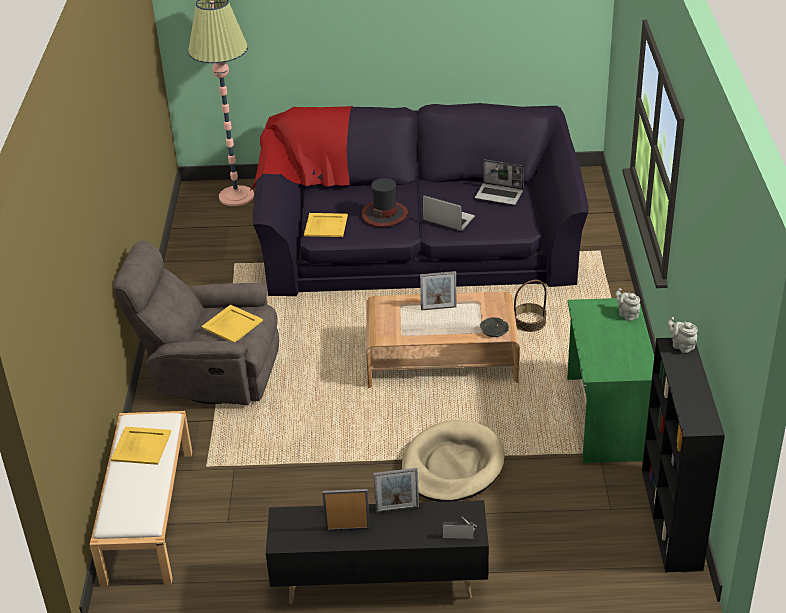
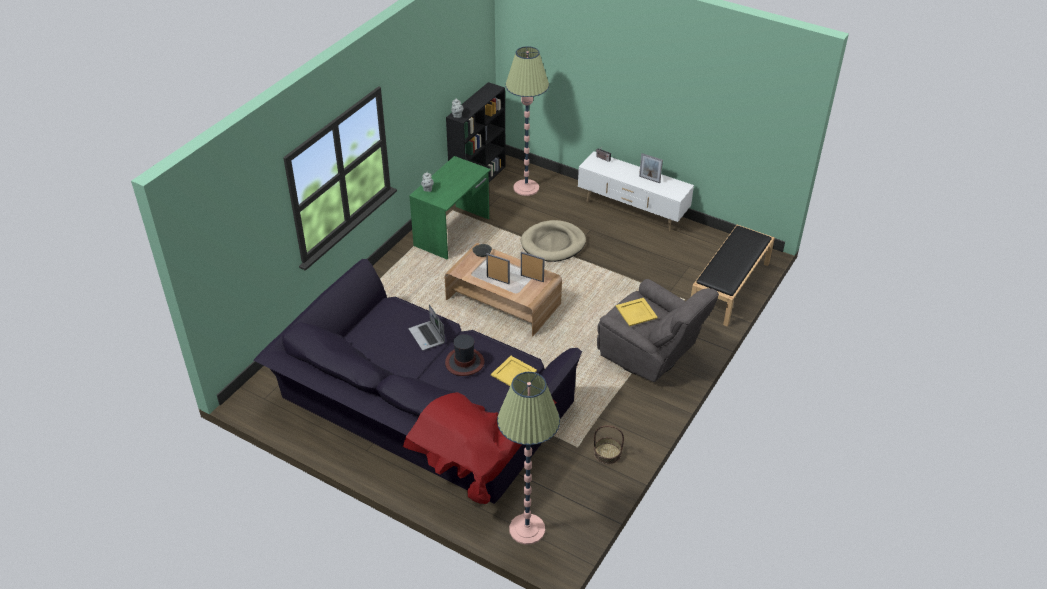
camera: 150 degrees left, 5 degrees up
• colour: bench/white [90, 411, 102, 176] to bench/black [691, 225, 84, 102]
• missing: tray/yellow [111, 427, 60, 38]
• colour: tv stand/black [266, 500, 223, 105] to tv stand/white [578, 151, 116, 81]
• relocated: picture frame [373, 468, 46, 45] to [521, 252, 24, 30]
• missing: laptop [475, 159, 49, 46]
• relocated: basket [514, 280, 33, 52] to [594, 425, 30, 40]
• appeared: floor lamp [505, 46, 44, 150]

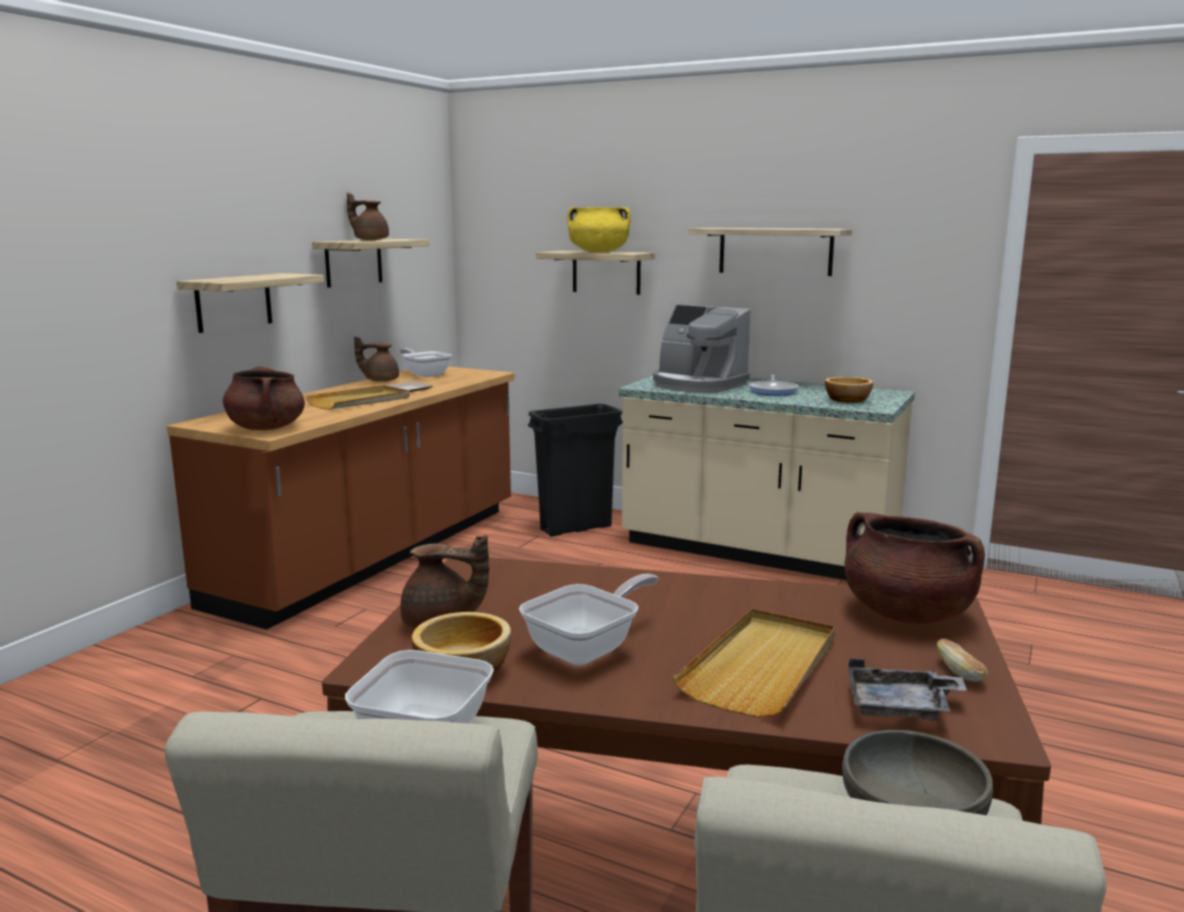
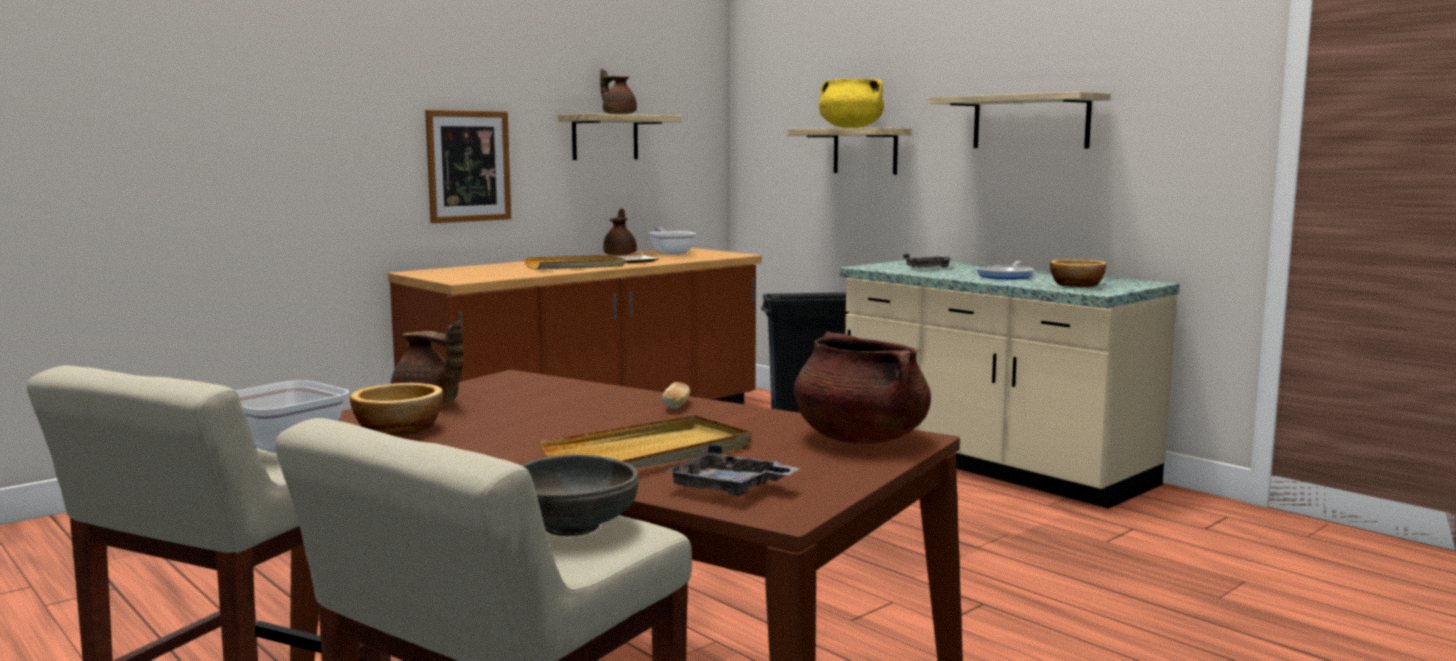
camera: 20 degrees right, 5 degrees down
• exchanged: shelf [177, 273, 147, 60] to picture [425, 110, 86, 113]
• missing: cooking pot/brown [223, 367, 82, 63]
• spun: teapot/brown [354, 336, 45, 46] = [603, 209, 34, 47] 75 degrees clockwise
• missing: frying pan [519, 574, 139, 92]
• exchanged: coffee machine [653, 305, 97, 88] to tray/grey [903, 254, 51, 14]
• relocated: bread [937, 639, 51, 43] to [662, 382, 28, 27]

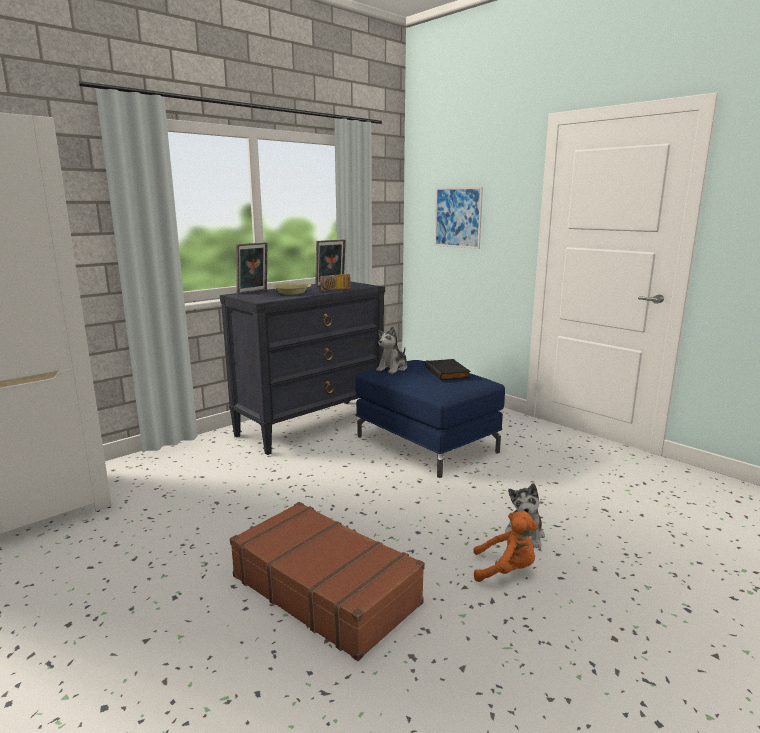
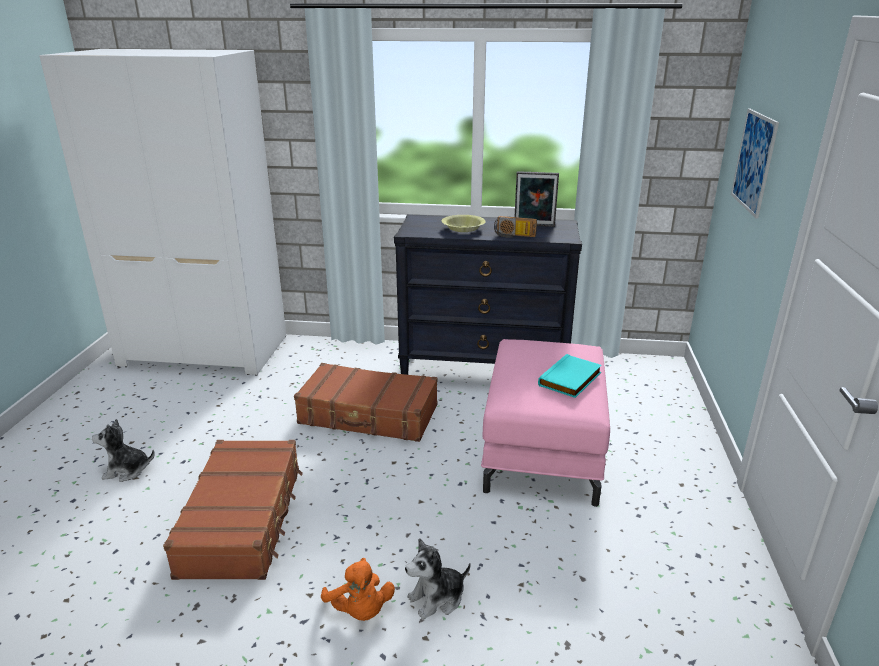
camera: 50 degrees right, 10 degrees up
• missing: picture frame [236, 242, 32, 52]
• colour: ottoman/blue [355, 360, 150, 118] to ottoman/pink [481, 339, 129, 168]
• relocated: plush toy [376, 326, 31, 48] to [92, 419, 63, 63]
• colour: book/black [425, 359, 45, 22] to book/turquoise [538, 354, 64, 44]
• appeared: suitcase/brown [294, 363, 143, 79]

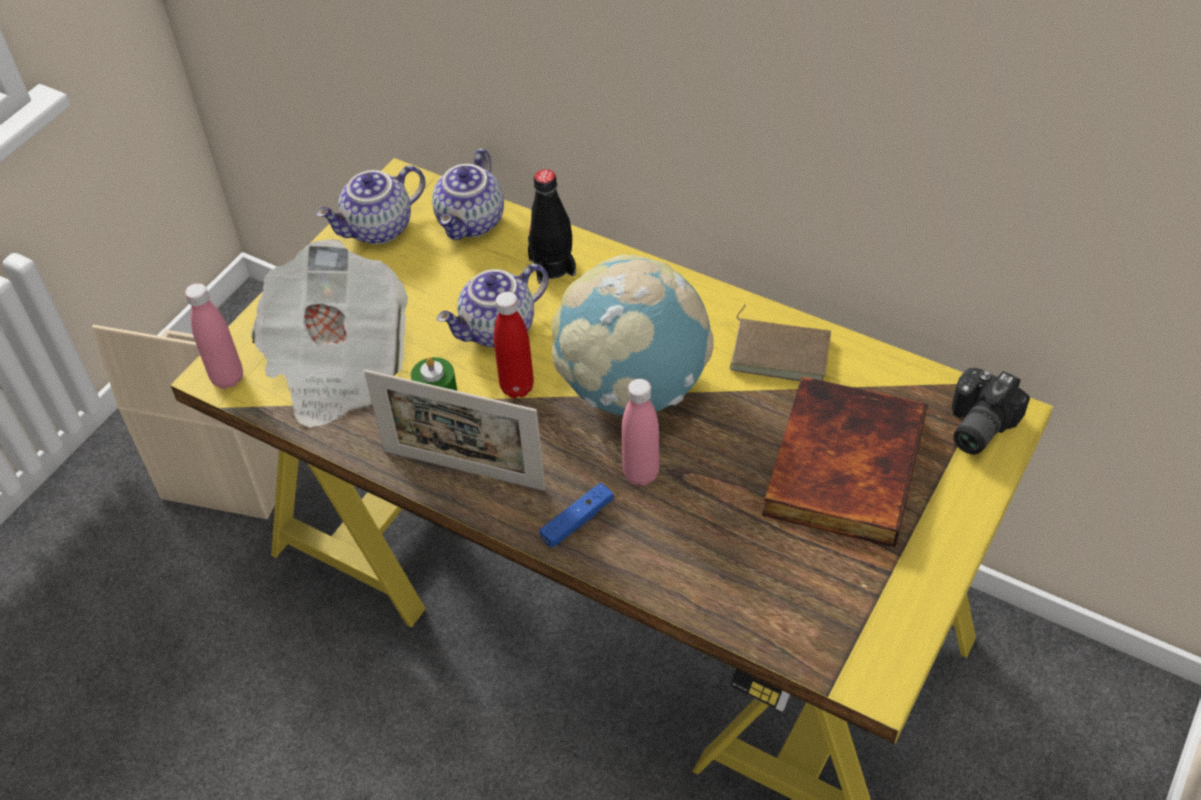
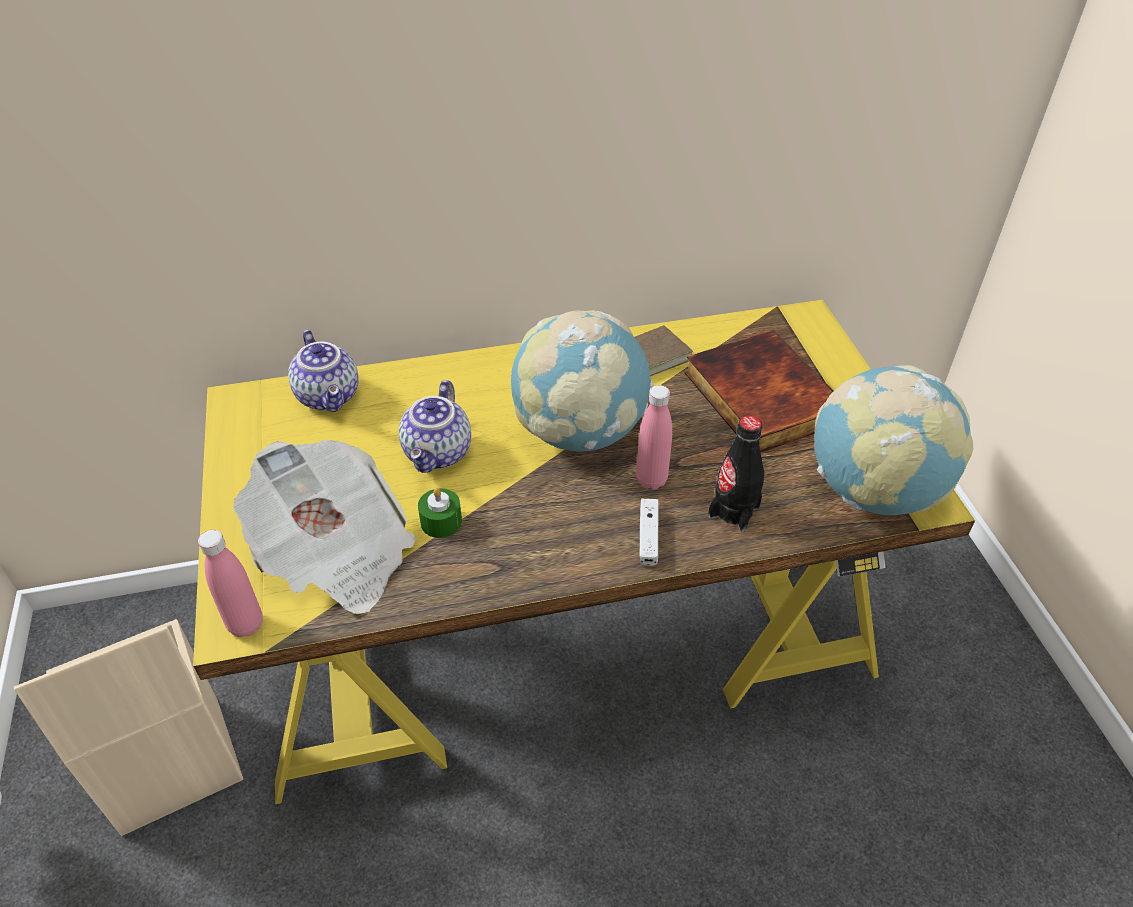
camera: 45 degrees left, 5 degrees down
• missing: teapot [316, 165, 109, 79]
• missing: picture frame [364, 370, 181, 121]
• missing: bottle/red [494, 292, 40, 106]
• relocated: bottle/black [528, 169, 48, 115] to [708, 415, 56, 117]
• colour: game controller/blue [539, 483, 75, 65] to game controller/white [639, 498, 20, 68]
• missing: photo camera [951, 368, 79, 87]
• appeared: globe [814, 365, 159, 150]

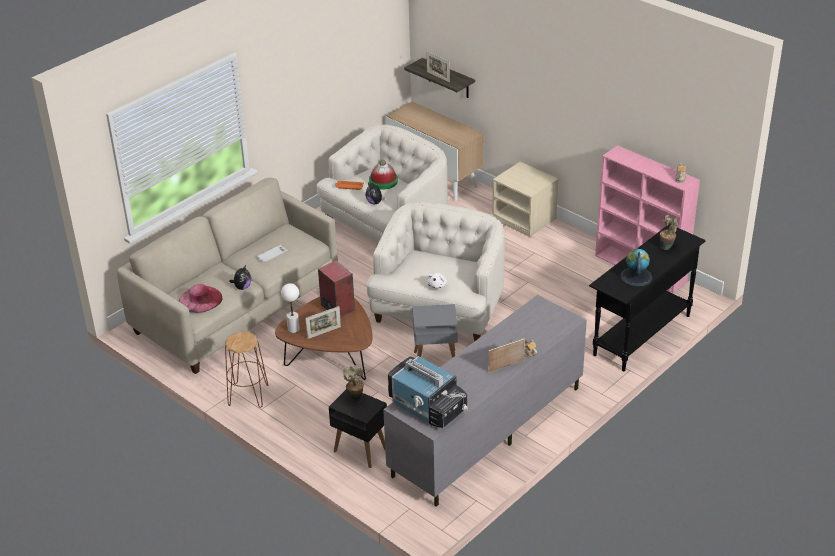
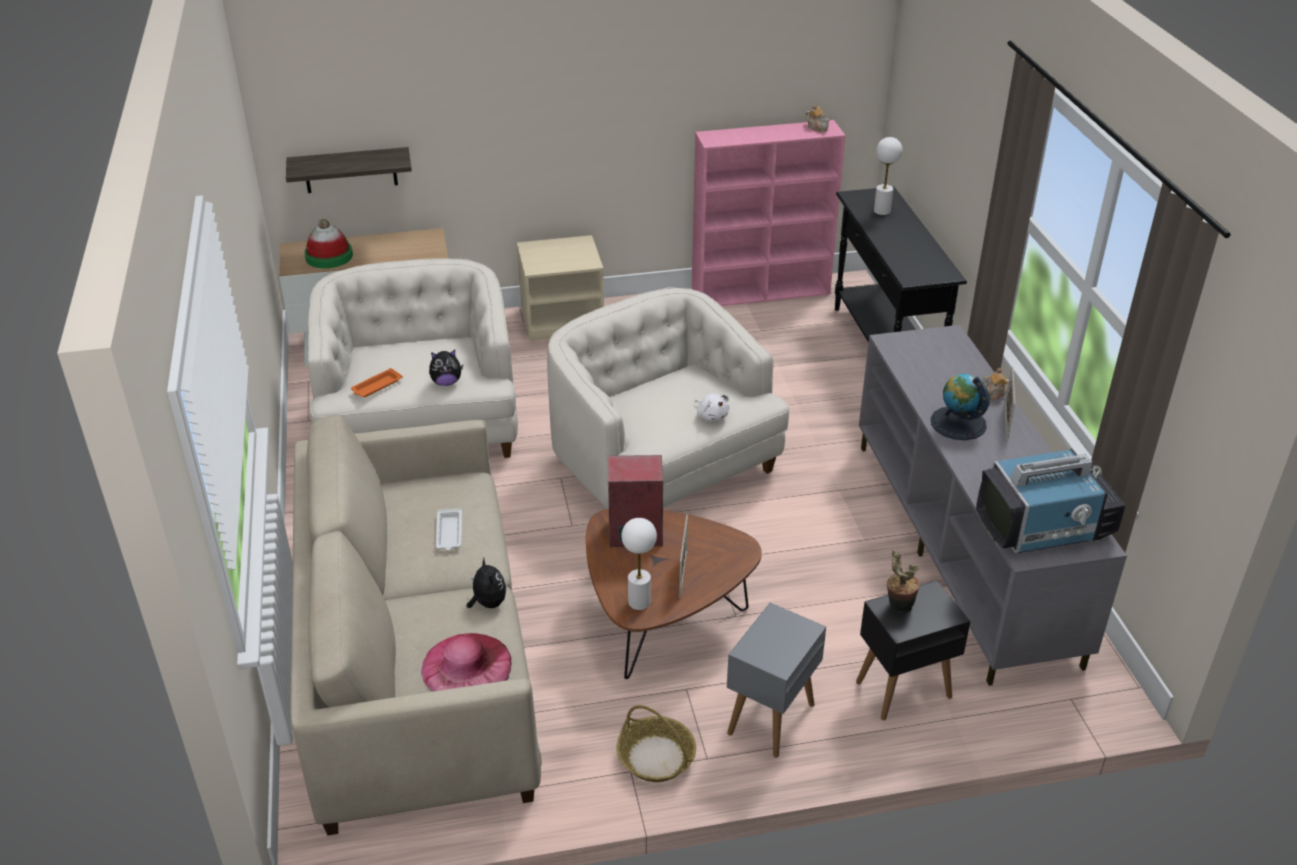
camera: 55 degrees left, 0 degrees up
• exchanged: stool/brown [225, 332, 44, 76] to basket [616, 705, 80, 77]
• relocated: hat [369, 160, 29, 30] to [304, 219, 49, 49]
• relocated: side table/grey [412, 304, 46, 54] to [727, 603, 99, 155]
• missing: picture frame [426, 51, 24, 31]
• relocated: globe [620, 249, 33, 38] to [931, 374, 59, 66]
• exchanged: potted plant [660, 215, 18, 35] to table lamp/white [874, 137, 29, 78]

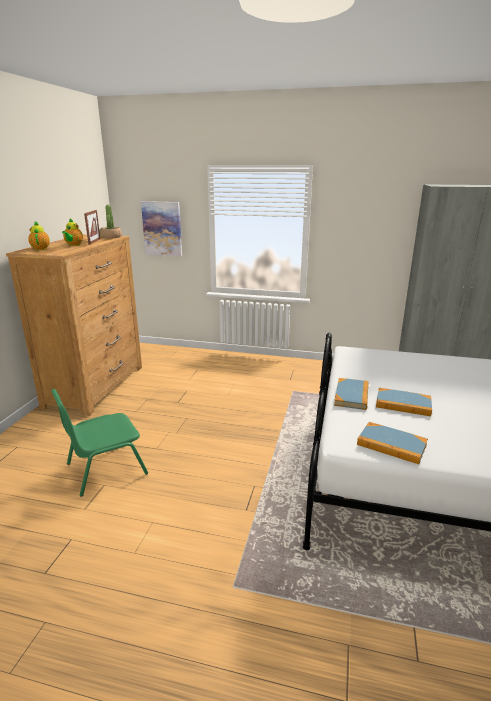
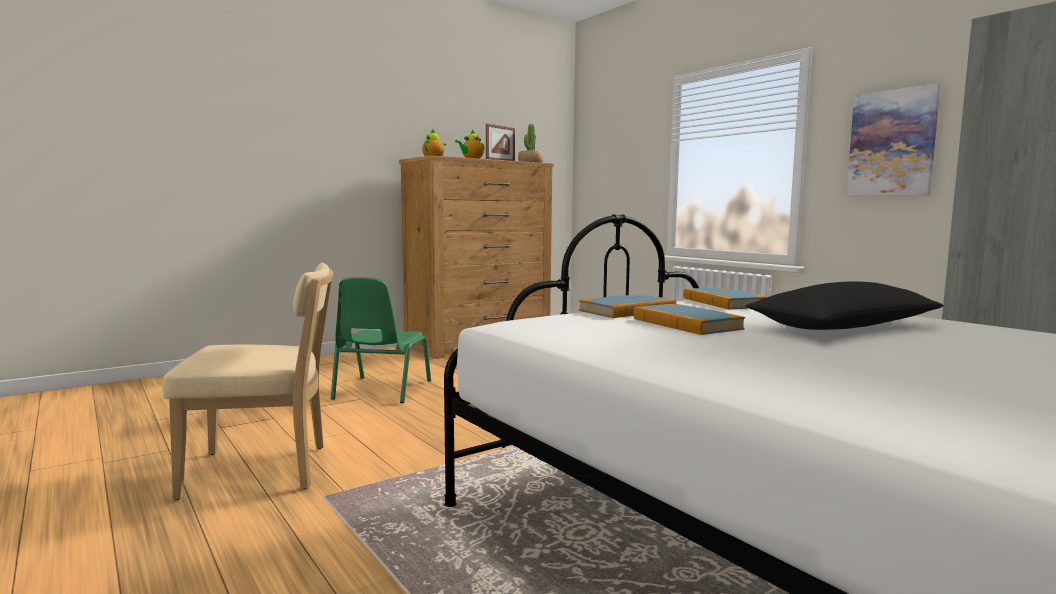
camera: 40 degrees right, 15 degrees down
• spun: chair/green [51, 389, 97, 107] = [331, 277, 100, 126] 90 degrees counterclockwise
• relocated: picture [141, 201, 41, 55] to [846, 83, 95, 113]
• relocated: book [357, 422, 71, 42] to [683, 288, 84, 21]
• appeared: chair/beige [162, 263, 172, 237]
• appeared: pillow/black [746, 281, 198, 49]

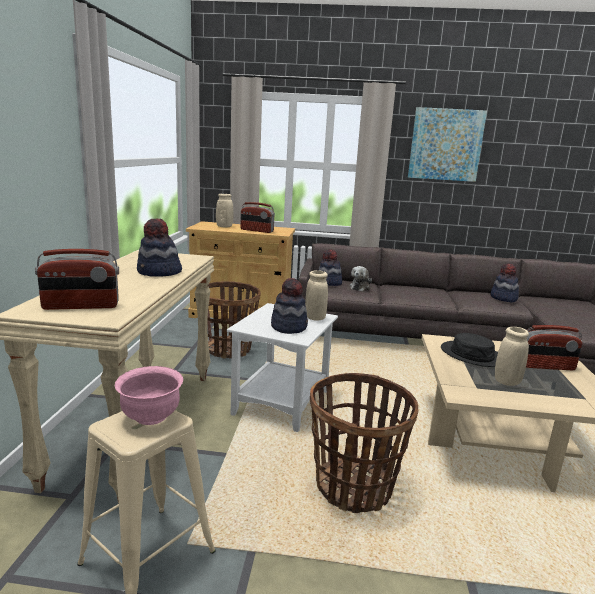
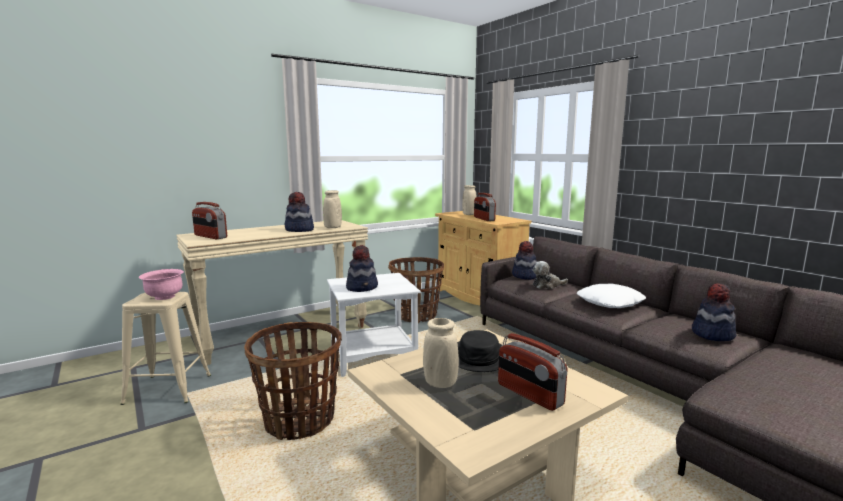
camera: 50 degrees right, 5 degrees down
• relocated: vase/beige [305, 270, 23, 51] to [323, 190, 19, 38]
• missing: picture [408, 107, 79, 75]
• appeared: pillow/white [577, 284, 69, 24]

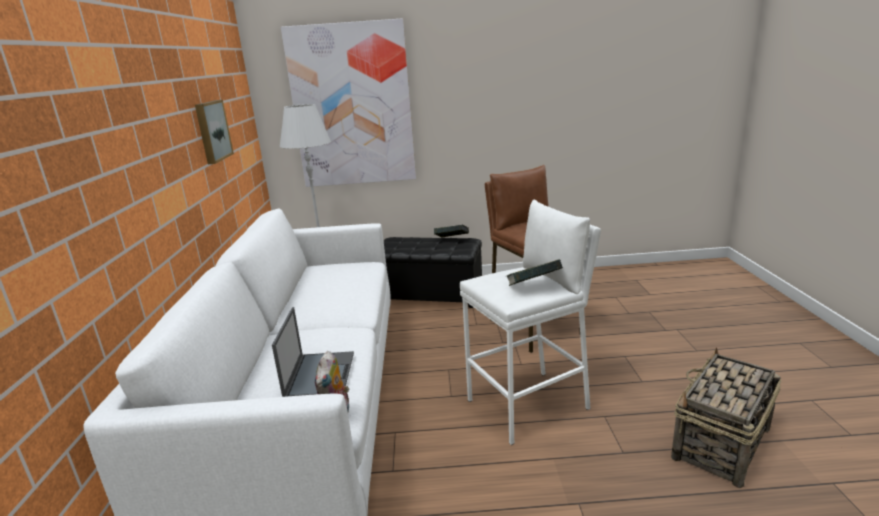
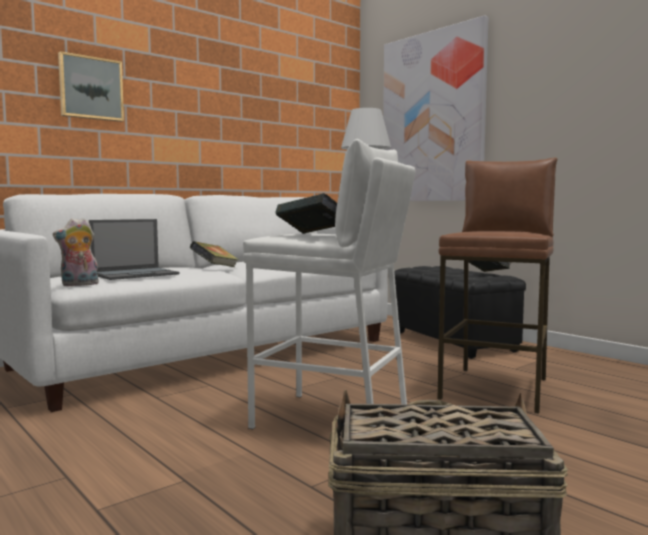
camera: 50 degrees right, 15 degrees down
• relocated: picture [195, 100, 39, 64] to [58, 51, 66, 71]
• appeared: book [190, 241, 49, 26]

